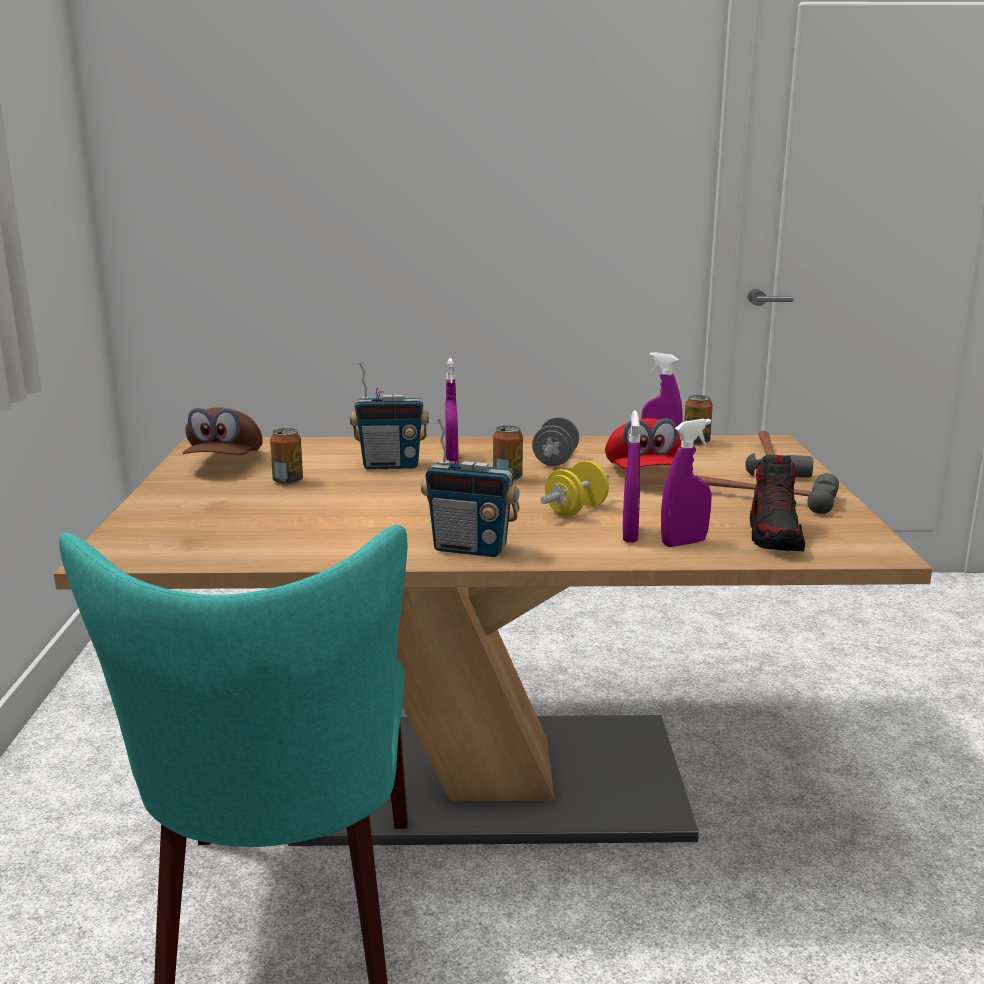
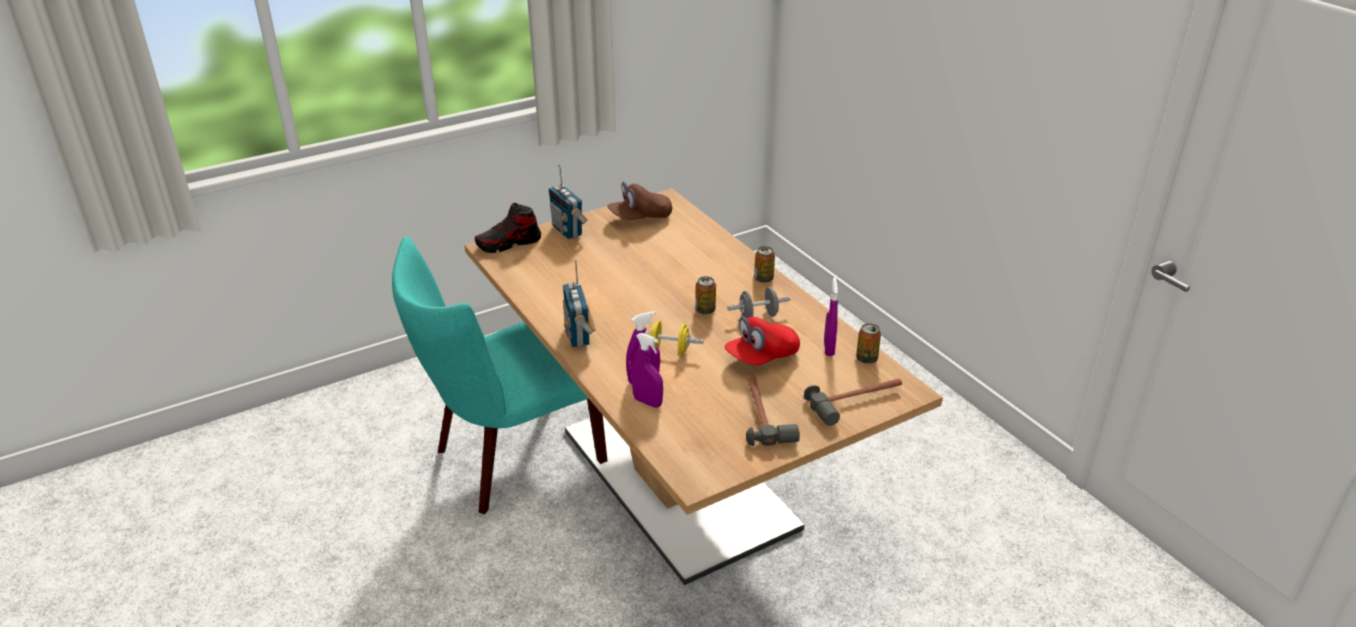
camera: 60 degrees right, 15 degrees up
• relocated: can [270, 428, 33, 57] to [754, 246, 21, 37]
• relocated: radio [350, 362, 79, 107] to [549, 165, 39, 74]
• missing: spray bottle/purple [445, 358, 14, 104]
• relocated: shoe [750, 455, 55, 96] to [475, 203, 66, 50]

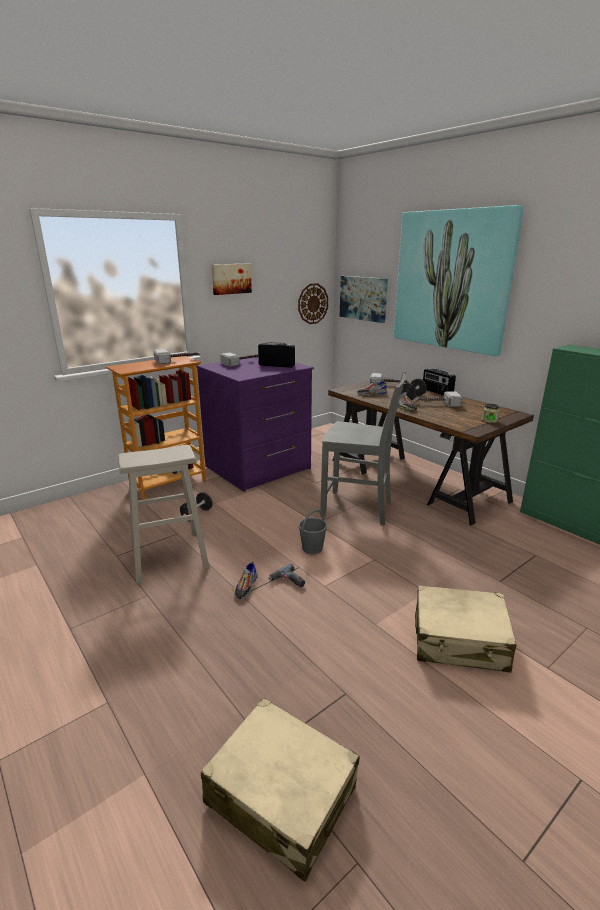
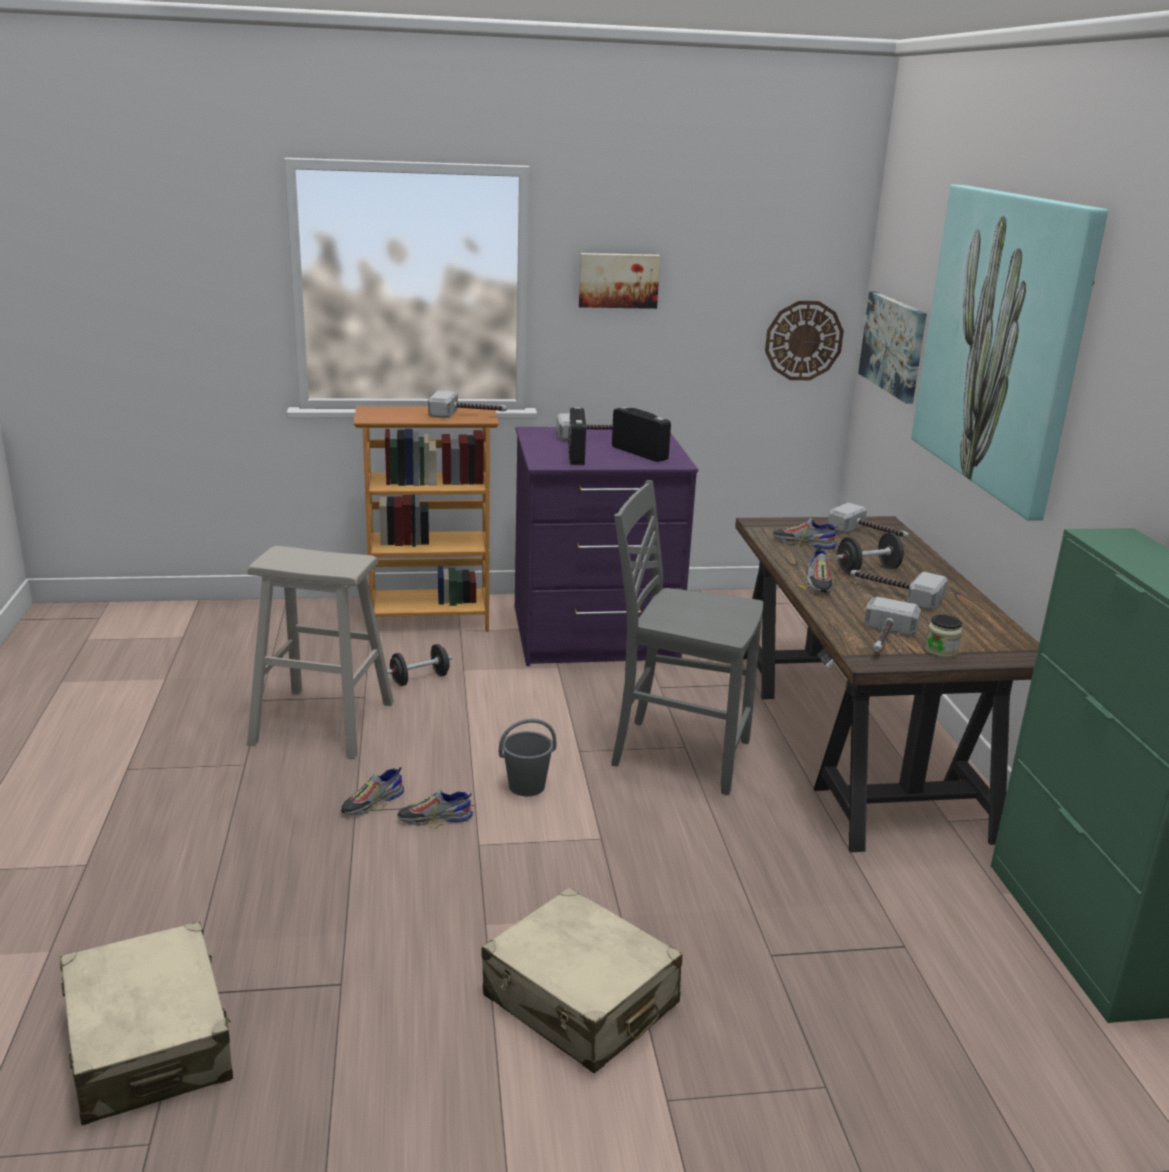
camera: 30 degrees right, 0 degrees up
• exchanged: power drill [268, 564, 37, 23] to shoe [397, 790, 76, 39]
• spun: chair/grey [320, 371, 86, 154] = [611, 480, 153, 315] 150 degrees clockwise
• relocated: radio [423, 368, 33, 28] to [568, 407, 18, 58]
• appeared: hammer [864, 597, 57, 55]

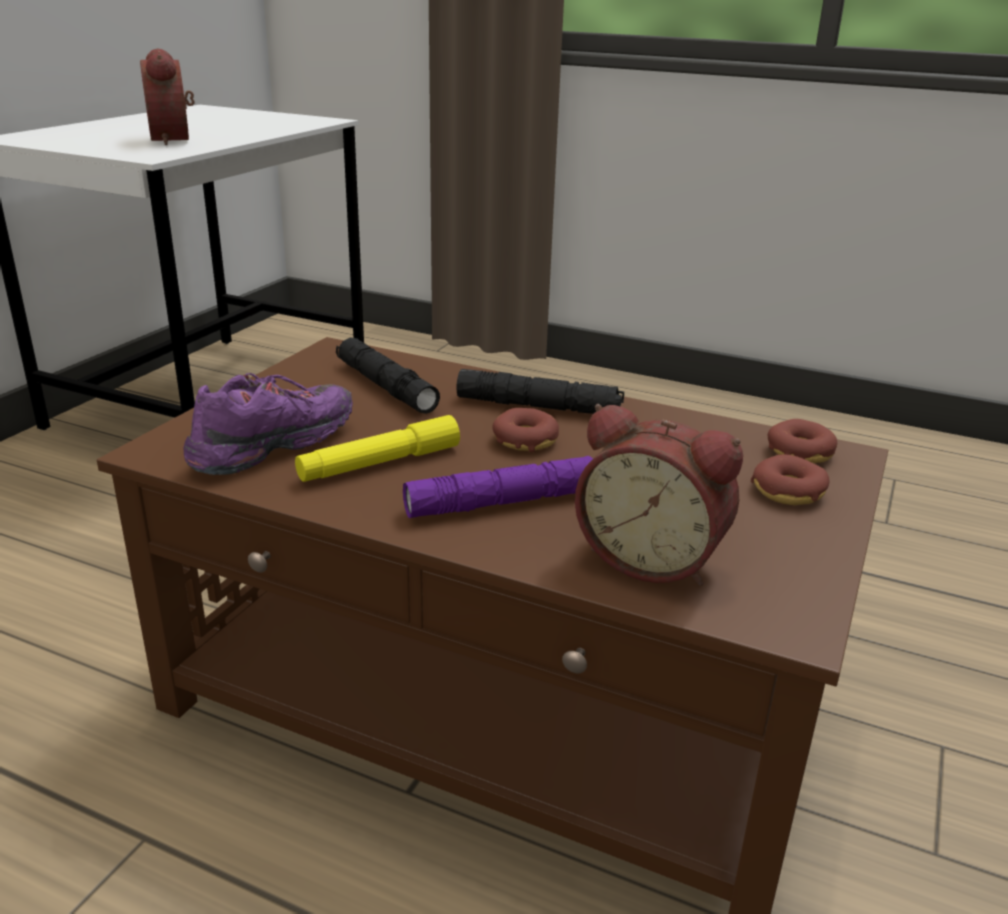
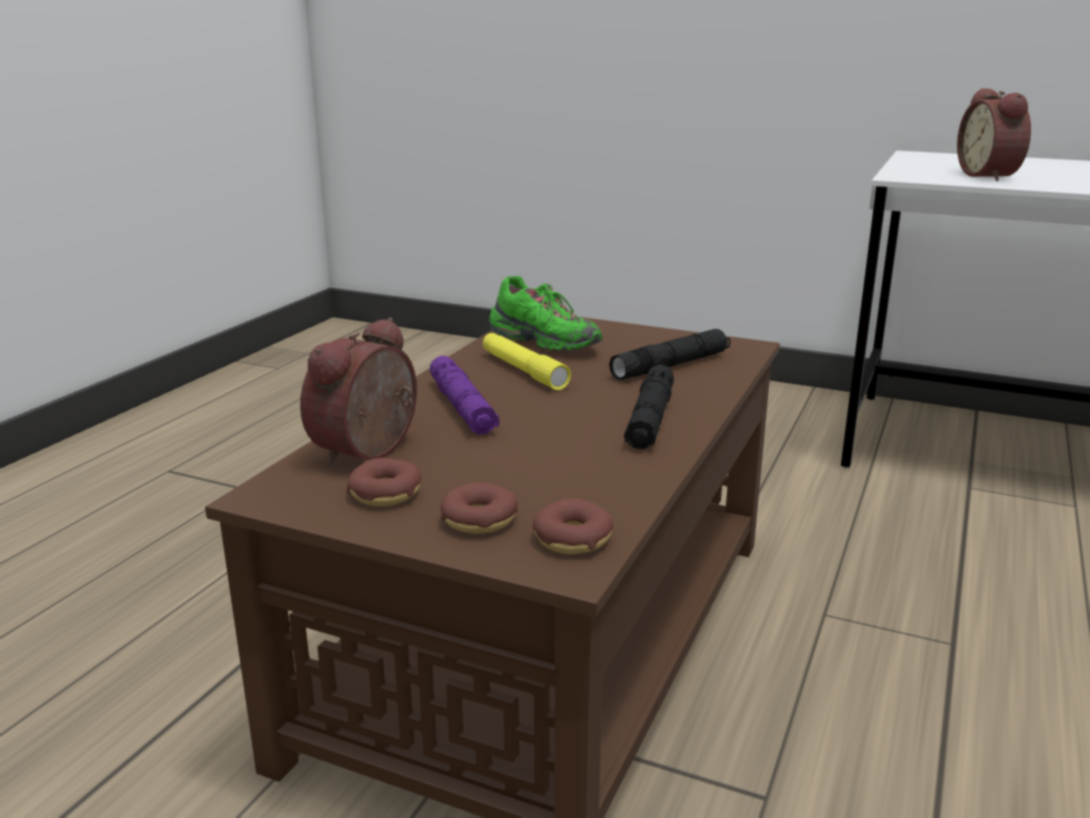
camera: 90 degrees right, 5 degrees down
• spun: alarm clock [140, 48, 55, 97] = [957, 88, 74, 93] 75 degrees counterclockwise
• colour: shoe/purple [183, 373, 170, 102] to shoe/green [489, 276, 114, 75]
• relocated: donut [492, 408, 67, 44] to [347, 458, 74, 49]

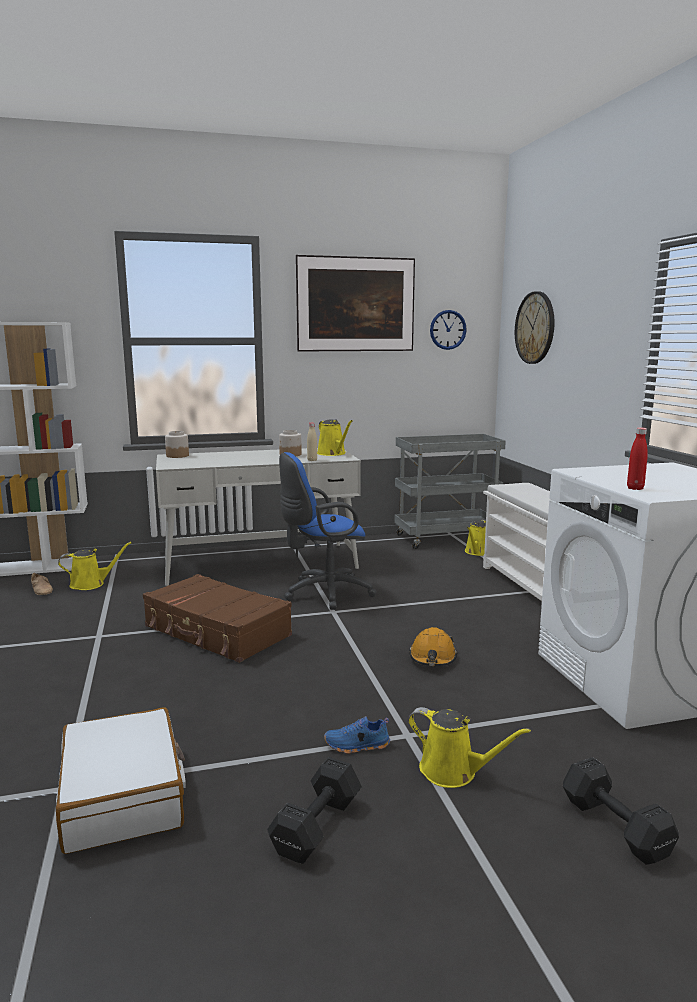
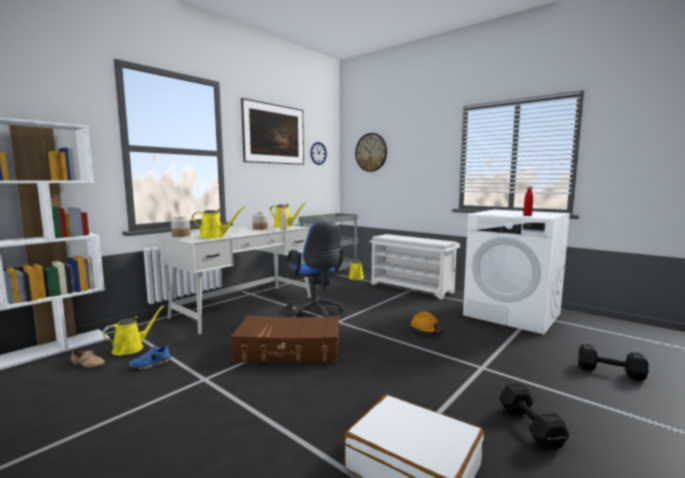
camera: 35 degrees left, 5 degrees down
• spun: office chair/blue [279, 452, 98, 158] = [287, 221, 57, 96] 60 degrees counterclockwise
• relocated: shoe/blue [324, 716, 66, 38] to [129, 344, 42, 25]
• relocated: watering can/yellow [408, 707, 123, 81] to [192, 207, 53, 32]

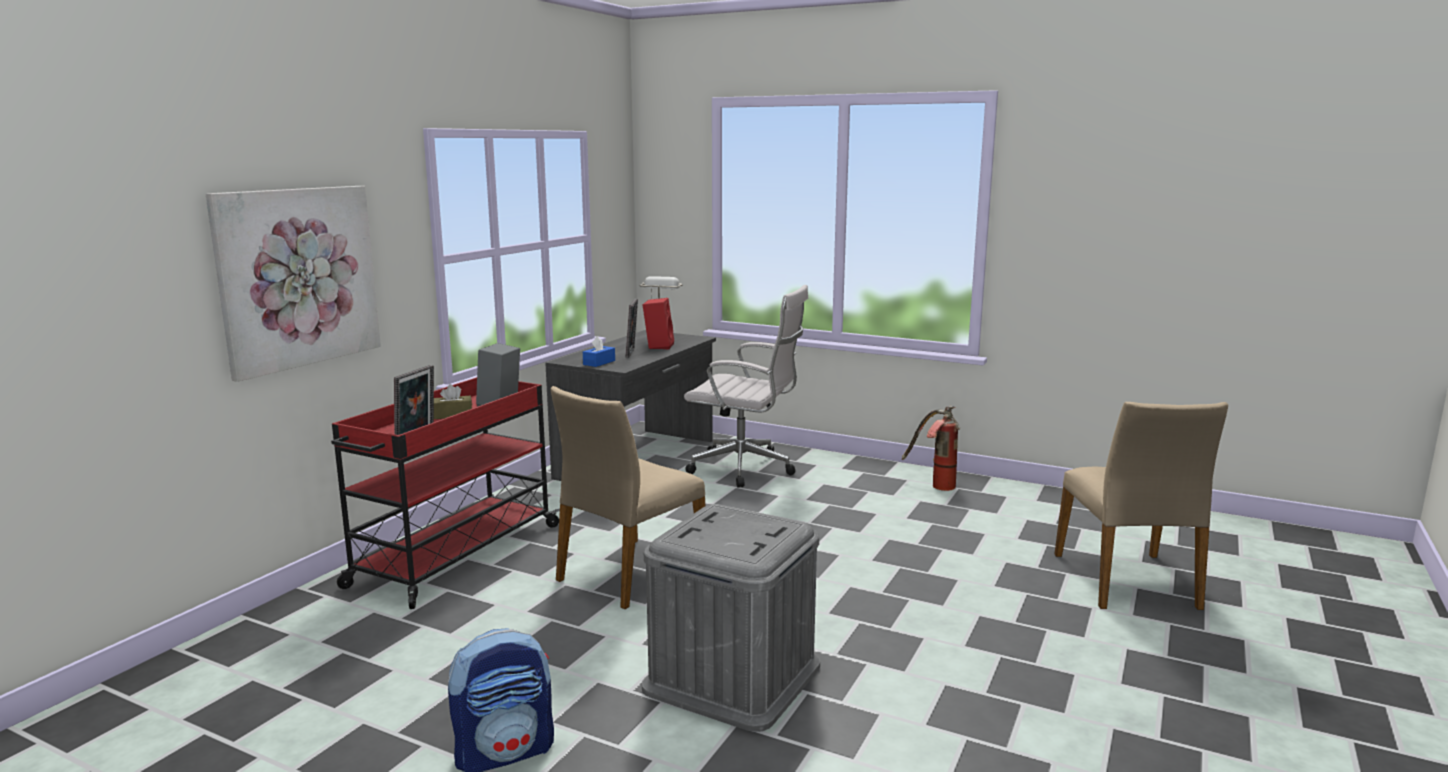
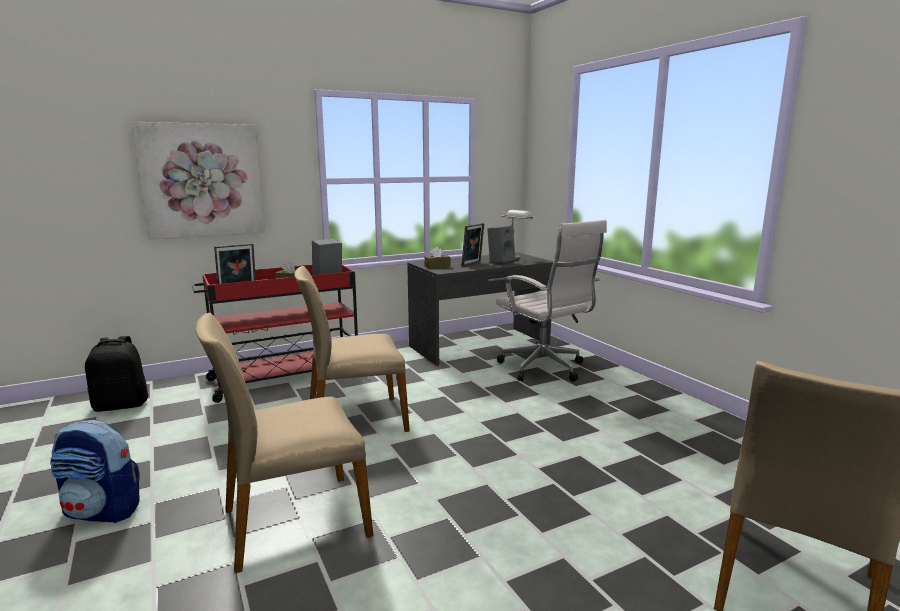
camera: 35 degrees right, 0 degrees up
• colour: tissue box/blue [583, 336, 32, 31] to tissue box/brown [424, 247, 26, 22]
• exchanged: storage box/grey [642, 504, 178, 228] to chair/beige [196, 313, 177, 260]
• colour: speaker/red [643, 298, 31, 51] to speaker/grey [487, 225, 28, 40]
• missing: fire extinguisher [902, 406, 58, 85]
• appeared: backpack/black [85, 336, 63, 76]

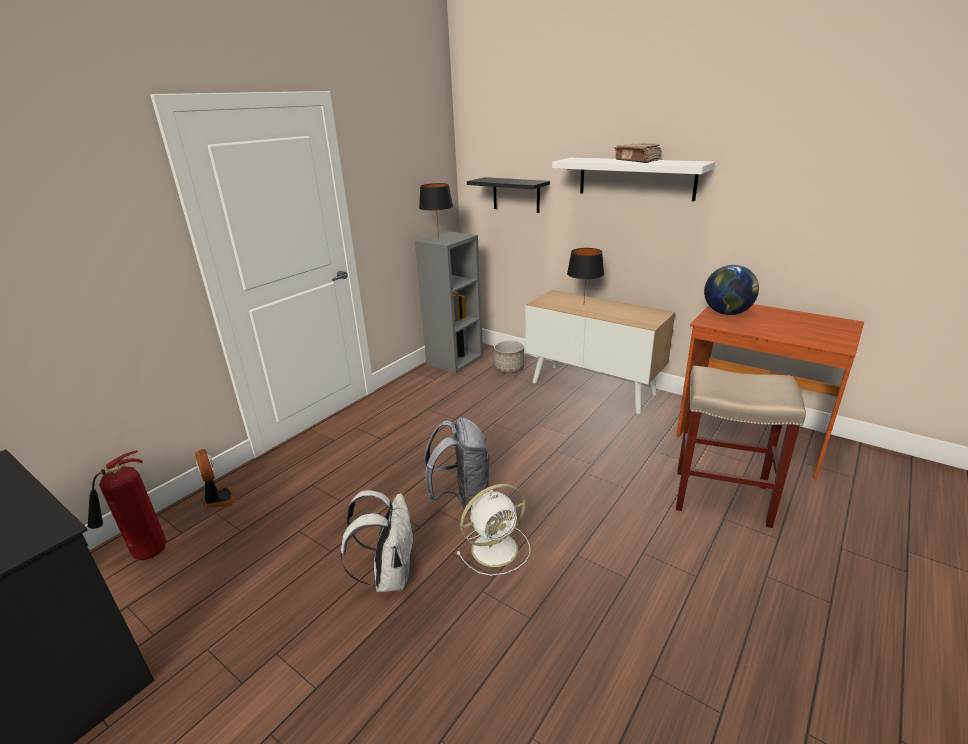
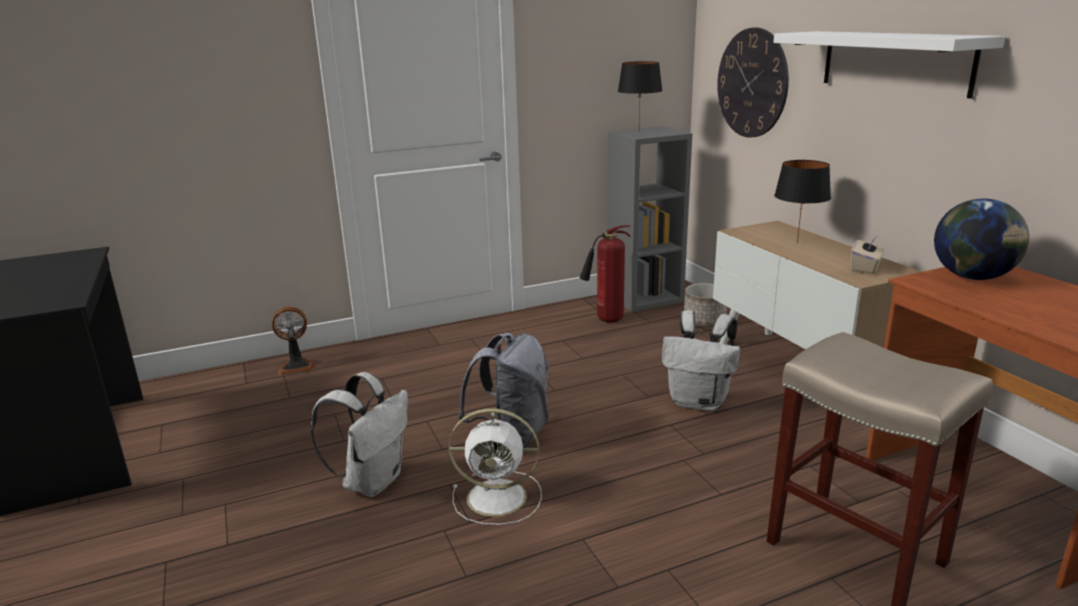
camera: 30 degrees right, 5 degrees down
• relocated: fire extinguisher [88, 450, 78, 110] to [580, 225, 50, 98]
• spun: fan [195, 449, 42, 59] = [272, 306, 44, 69] 75 degrees clockwise
• exchanged: shelf/black [467, 177, 83, 36] to wall clock [717, 28, 72, 110]
• missing: book/brown [615, 143, 47, 20]
• appeared: backpack/white [662, 310, 78, 101]
• appeared: tissue box/beige [851, 237, 34, 37]

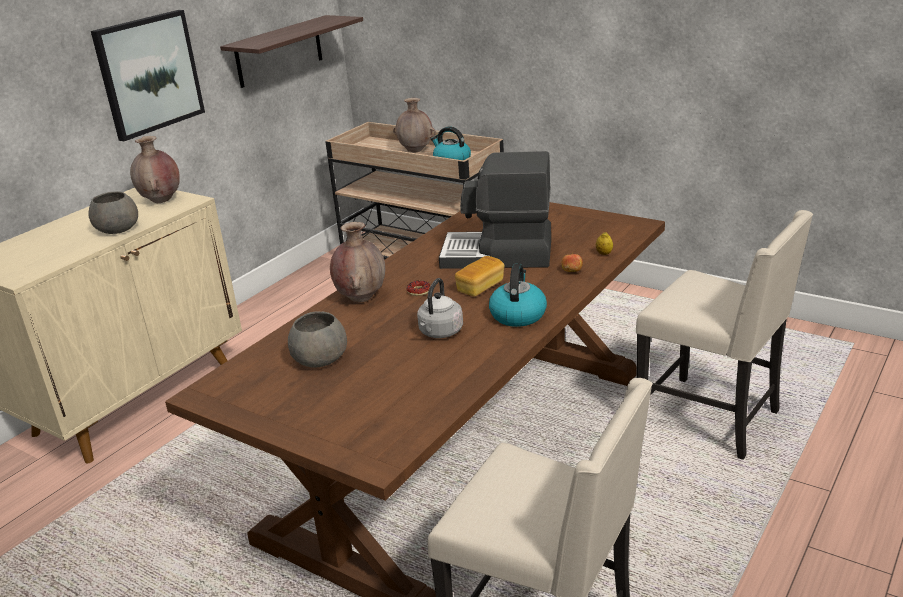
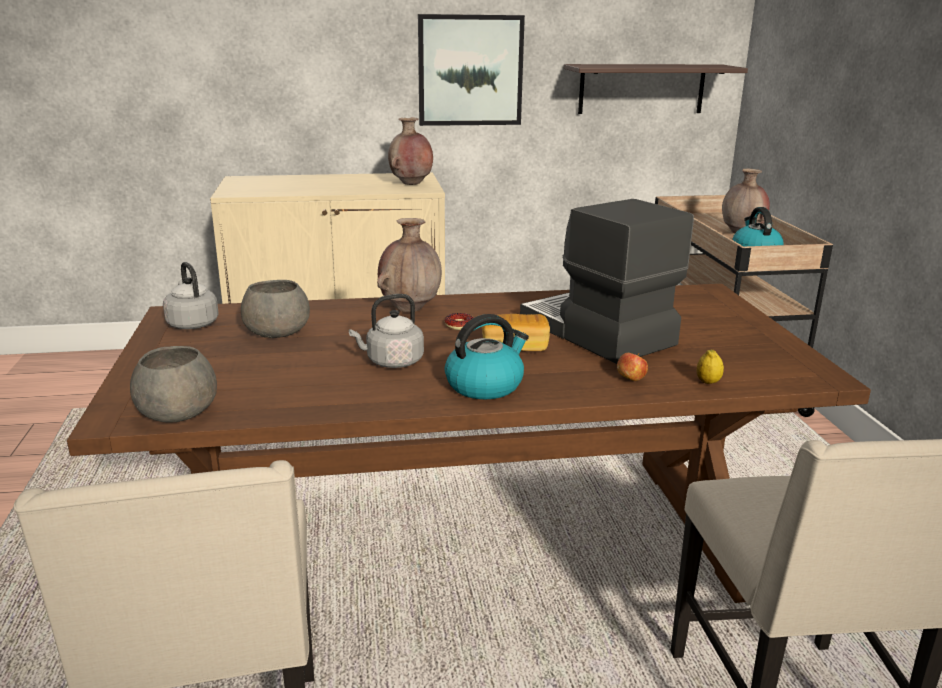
camera: 45 degrees right, 5 degrees down
• relocated: bowl/grey [88, 191, 50, 43] to [130, 346, 87, 77]
• appeared: kettle/grey [163, 262, 56, 67]

